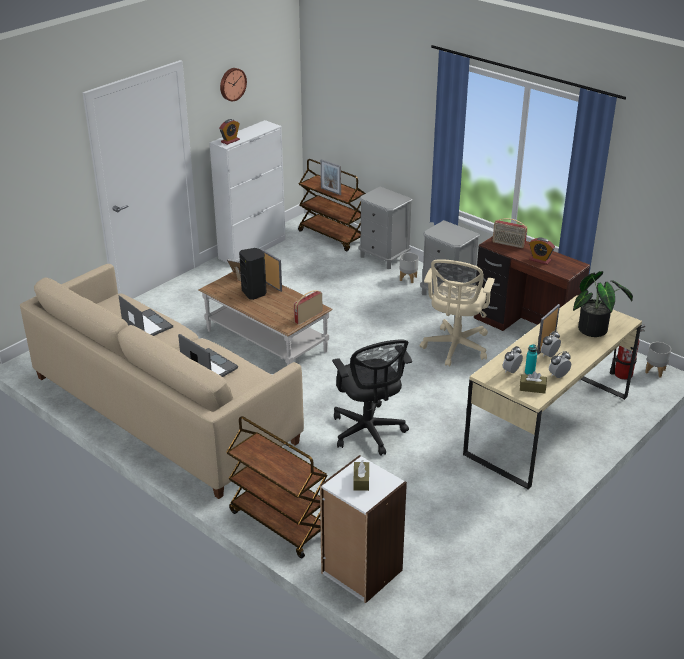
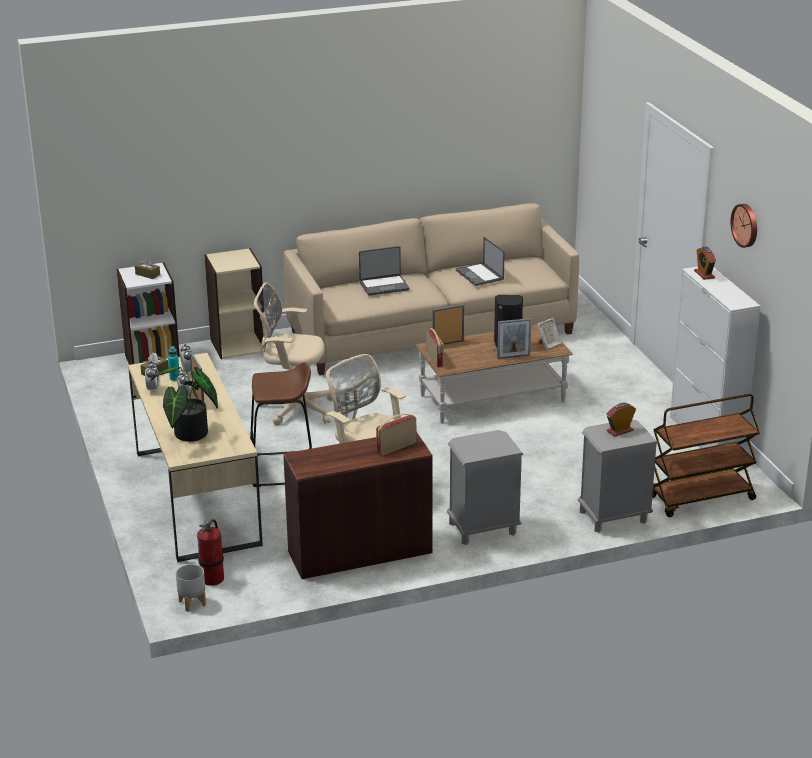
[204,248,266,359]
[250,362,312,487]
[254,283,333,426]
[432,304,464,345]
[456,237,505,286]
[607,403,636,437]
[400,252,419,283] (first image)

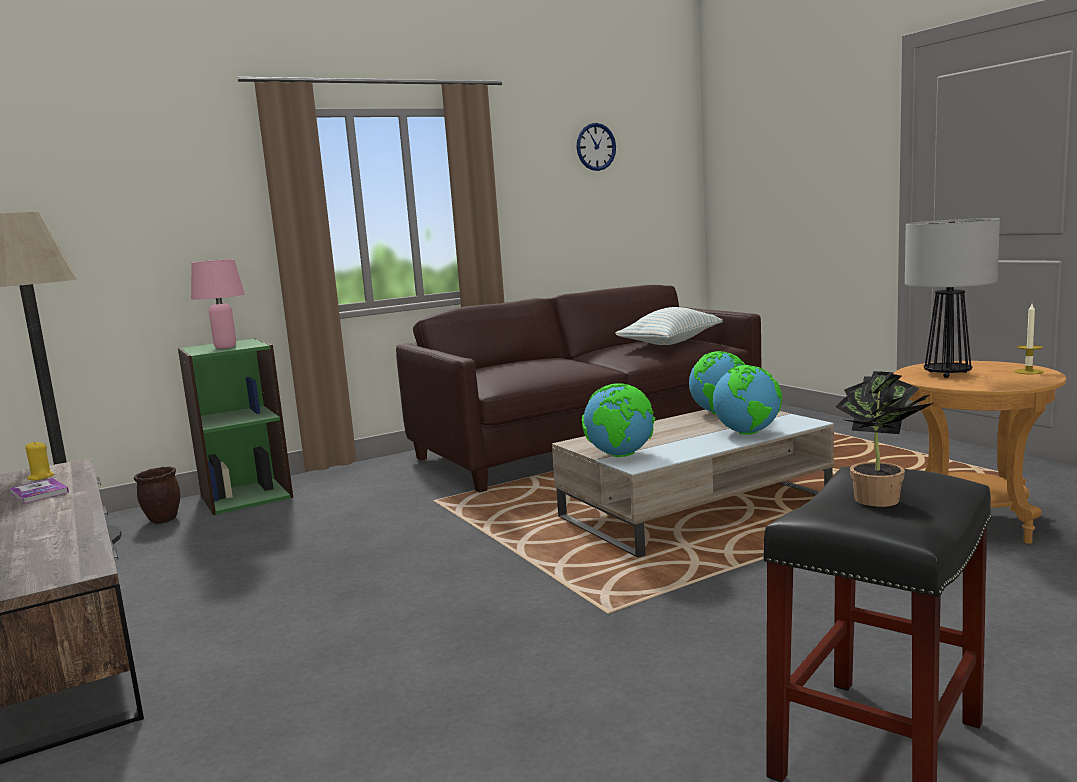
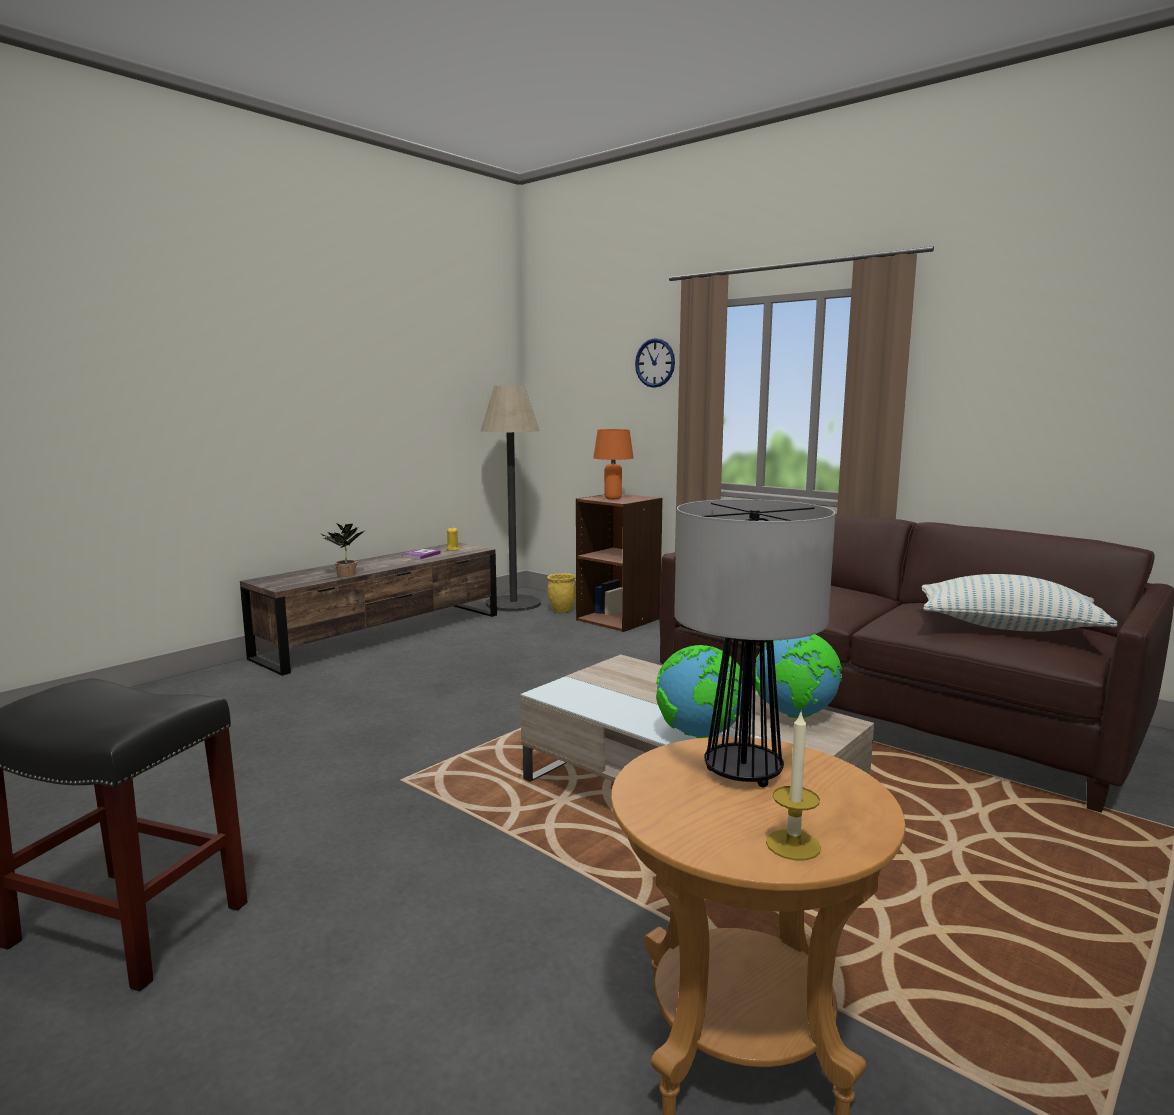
[320,523,364,577]
[547,573,576,613]
[576,494,663,632]
[593,429,634,500]
[635,338,675,388]
[582,383,655,457] (first image)

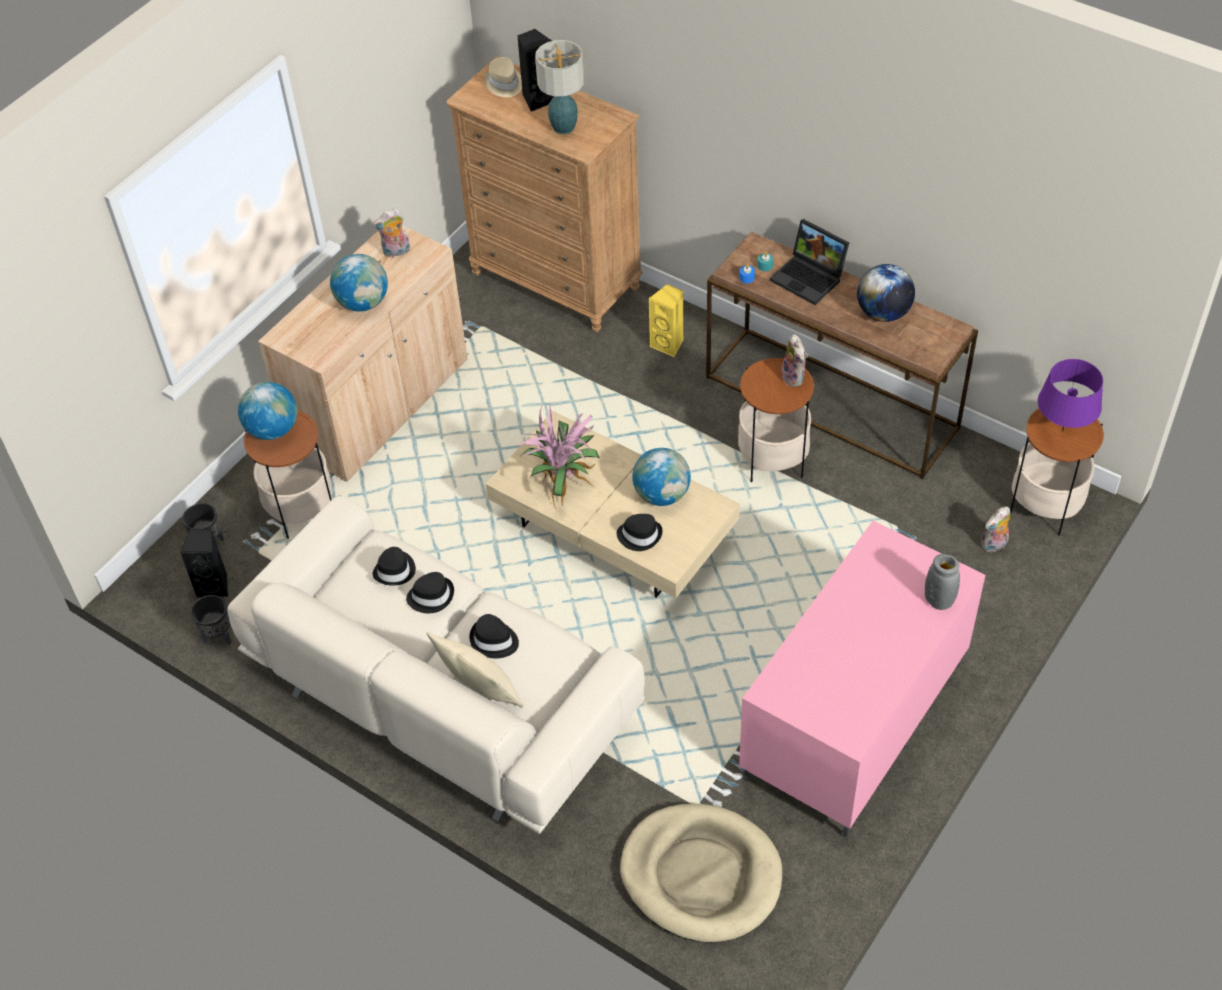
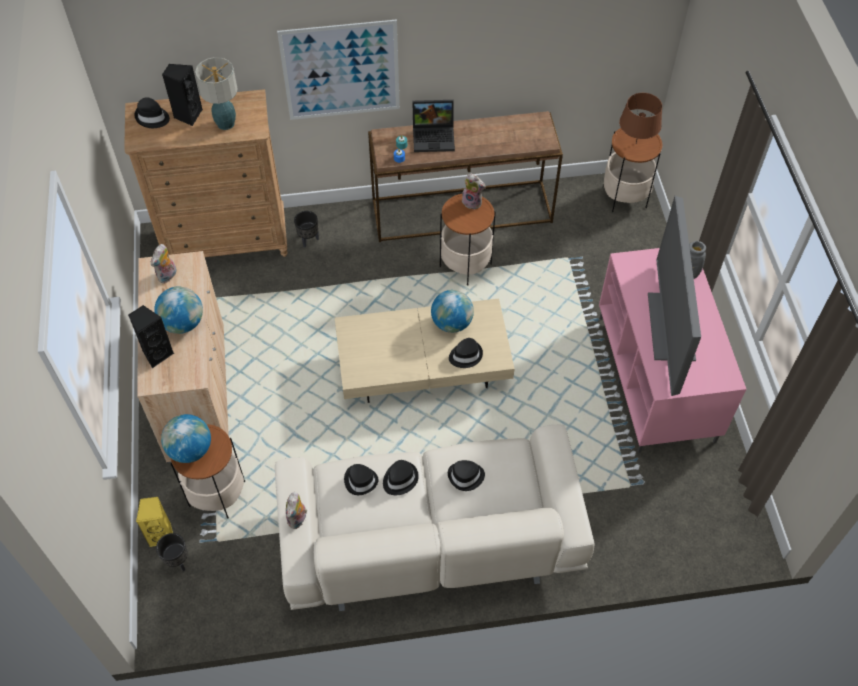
[128,305,174,368]
[135,97,170,128]
[136,497,173,547]
[277,19,400,120]
[286,492,307,529]
[294,211,319,248]
[619,93,662,143]
[648,195,701,396]
[427,632,524,707] (first image)
[517,403,600,512] (first image)
[620,804,782,943] (first image)
[857,264,915,322] (first image)

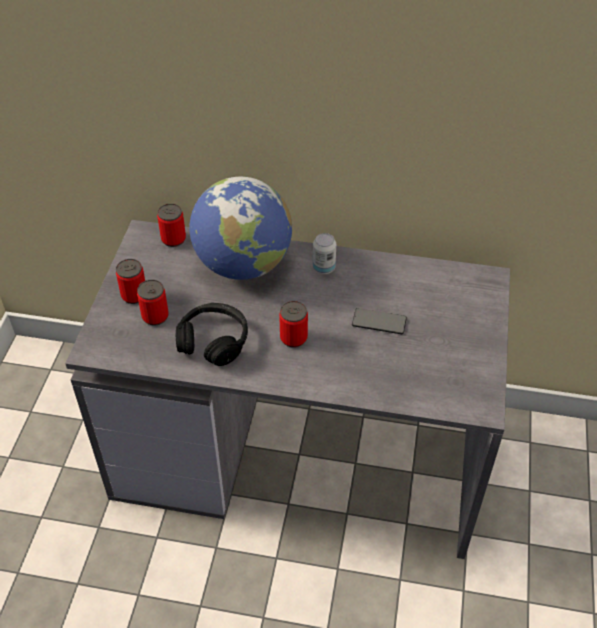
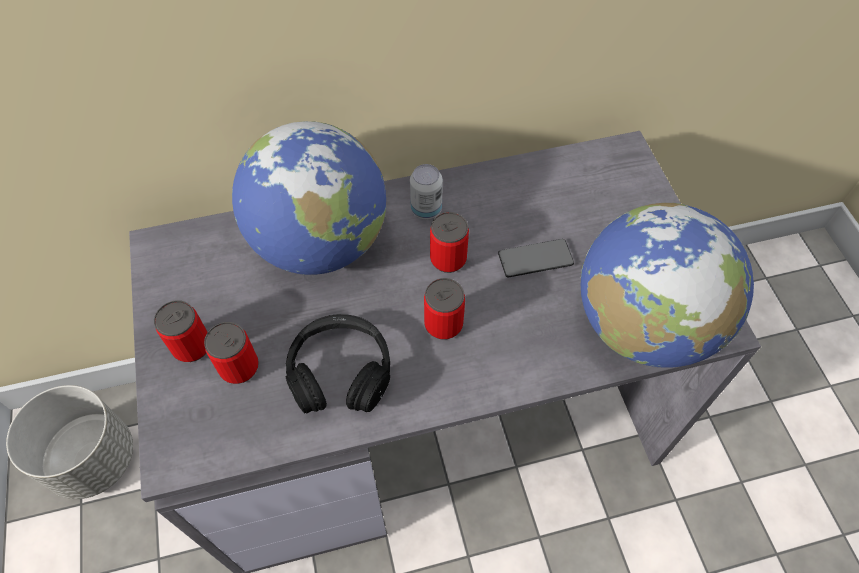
[6,385,133,499]
[430,212,469,273]
[581,203,754,368]

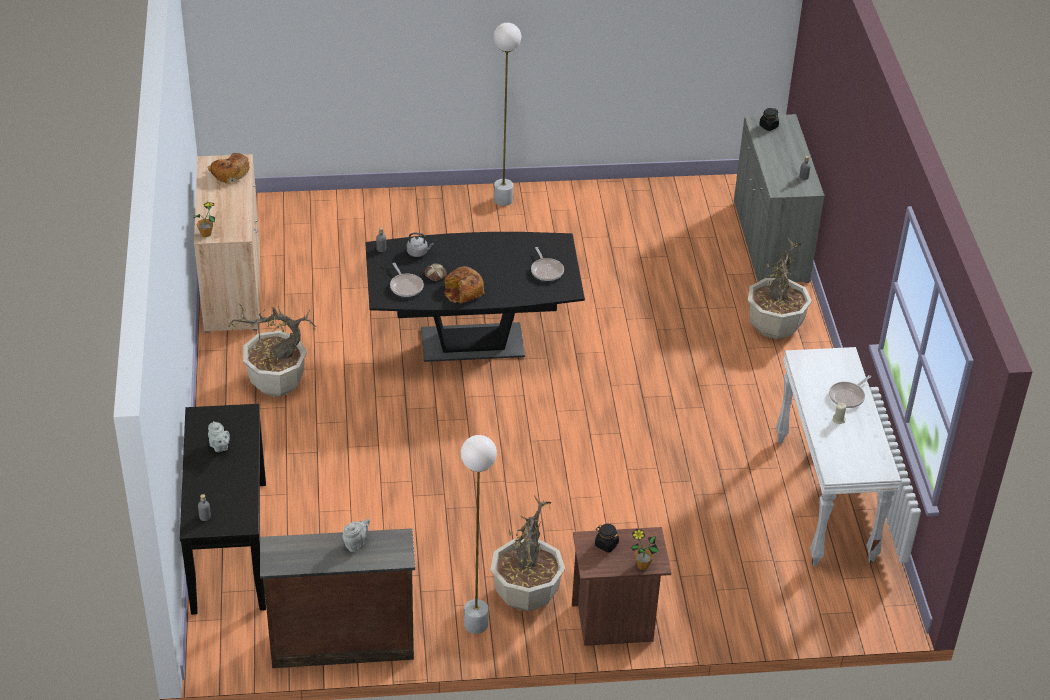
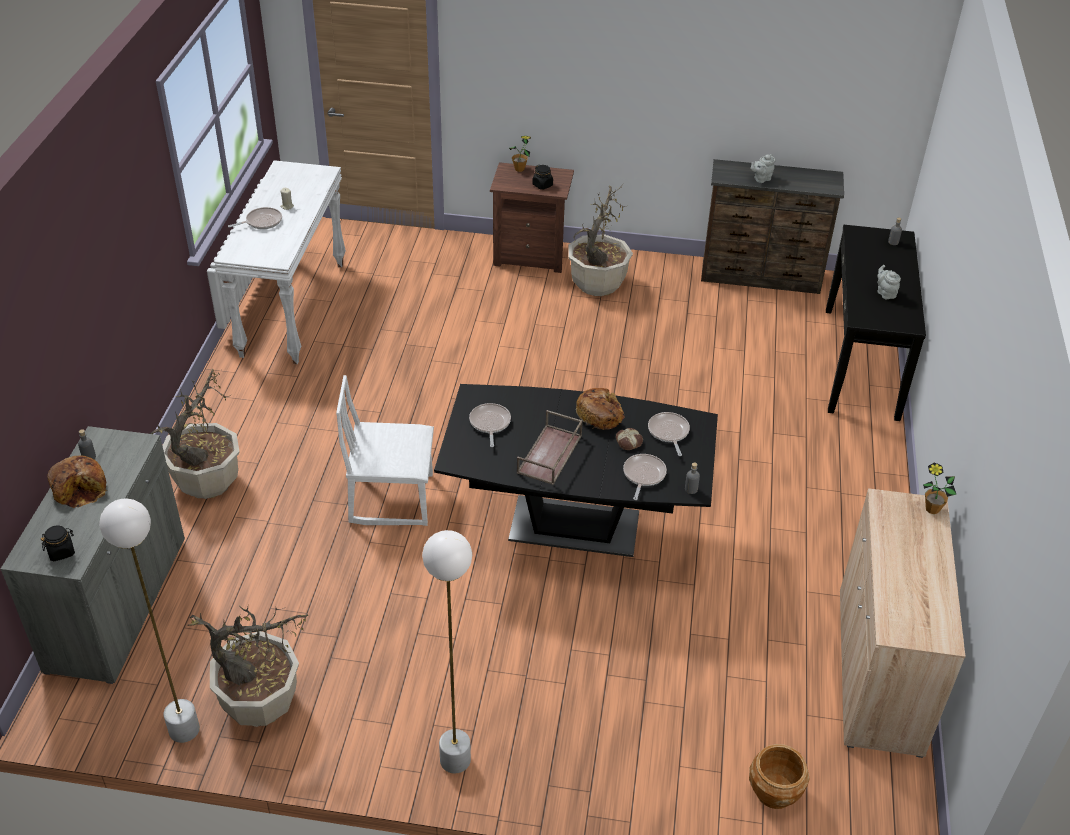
[47,455,107,508]
[99,498,200,743]
[187,603,308,727]
[336,375,434,526]
[517,410,583,485]
[623,454,667,500]
[749,744,809,809]

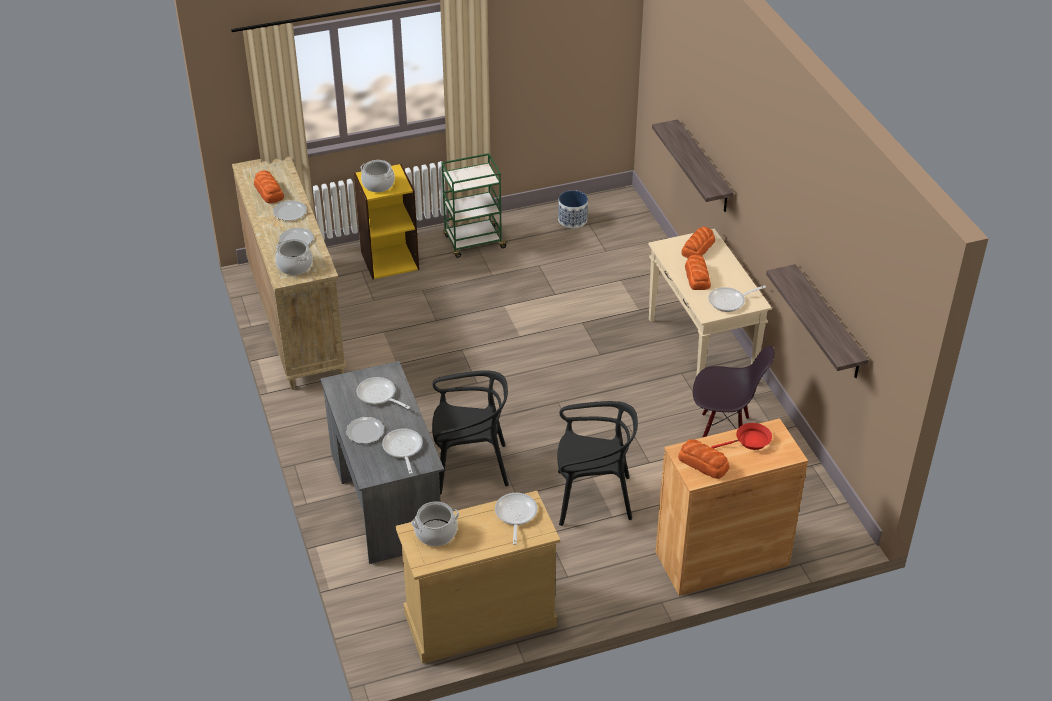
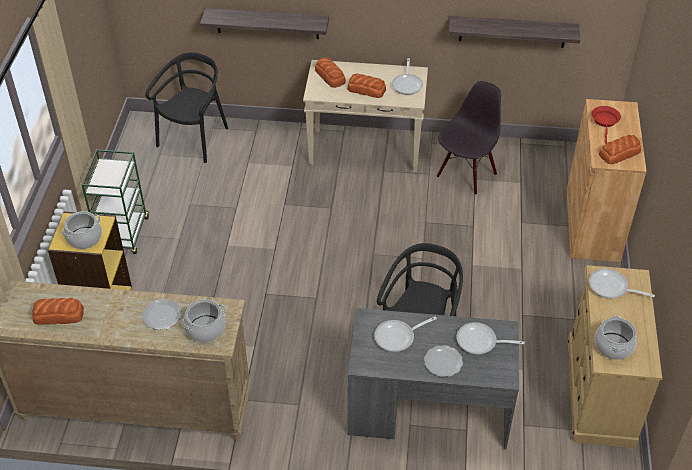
[145,52,228,163]
[273,200,307,221] (first image)
[558,190,588,228] (first image)

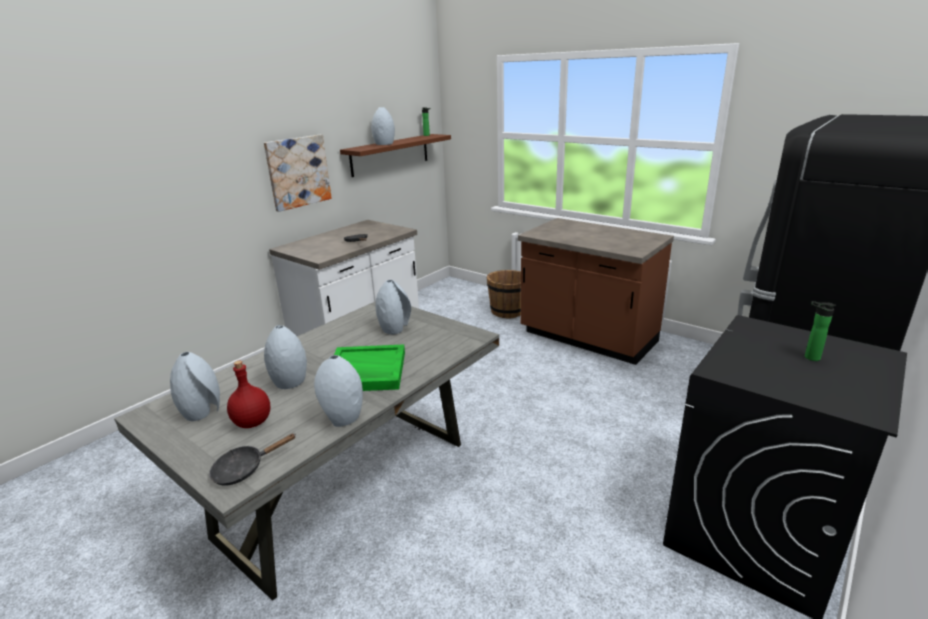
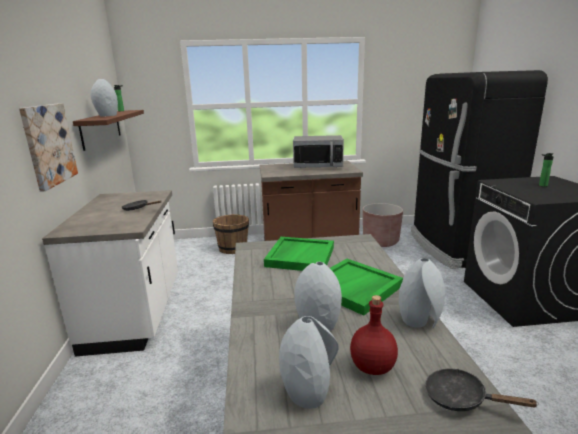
[264,237,334,271]
[293,135,344,168]
[363,203,403,247]
[425,369,539,411]

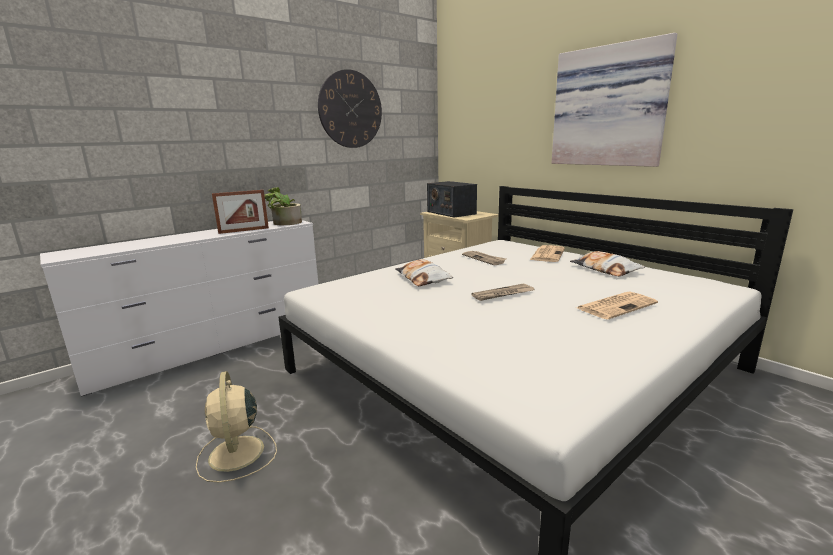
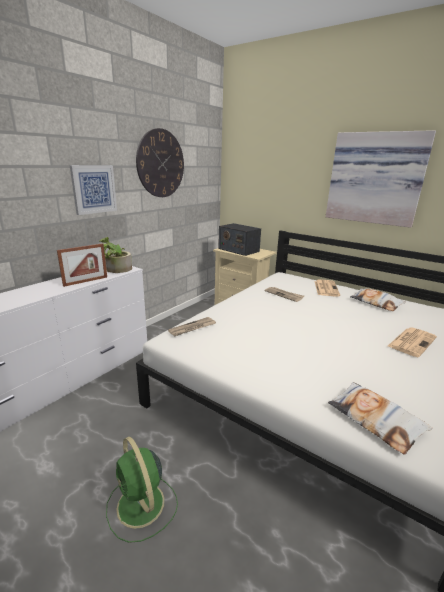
[70,165,117,215]
[106,436,178,543]
[168,317,216,336]
[328,382,432,455]

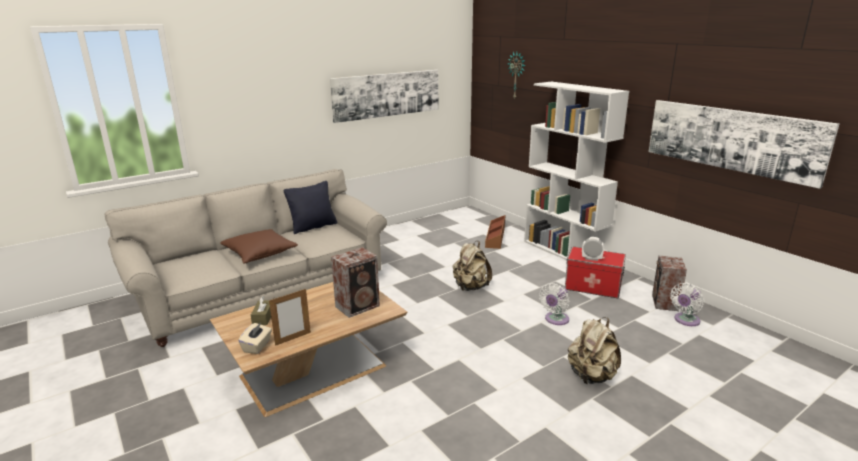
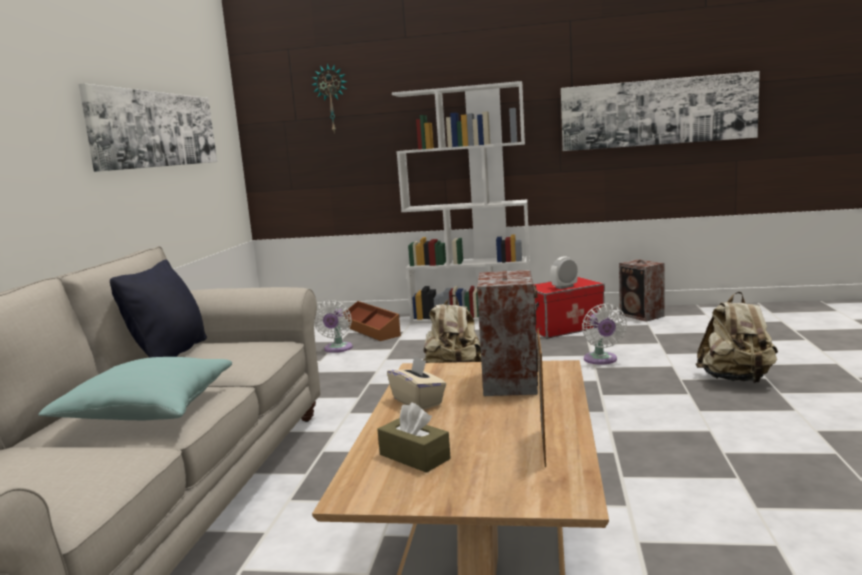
[38,357,232,420]
[314,300,353,353]
[387,355,446,410]

